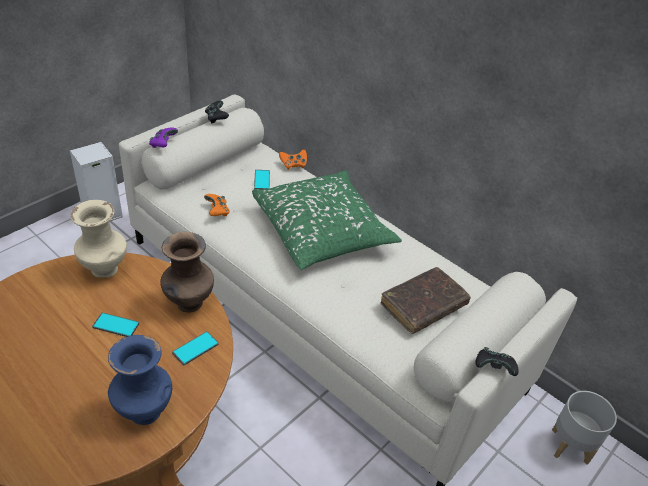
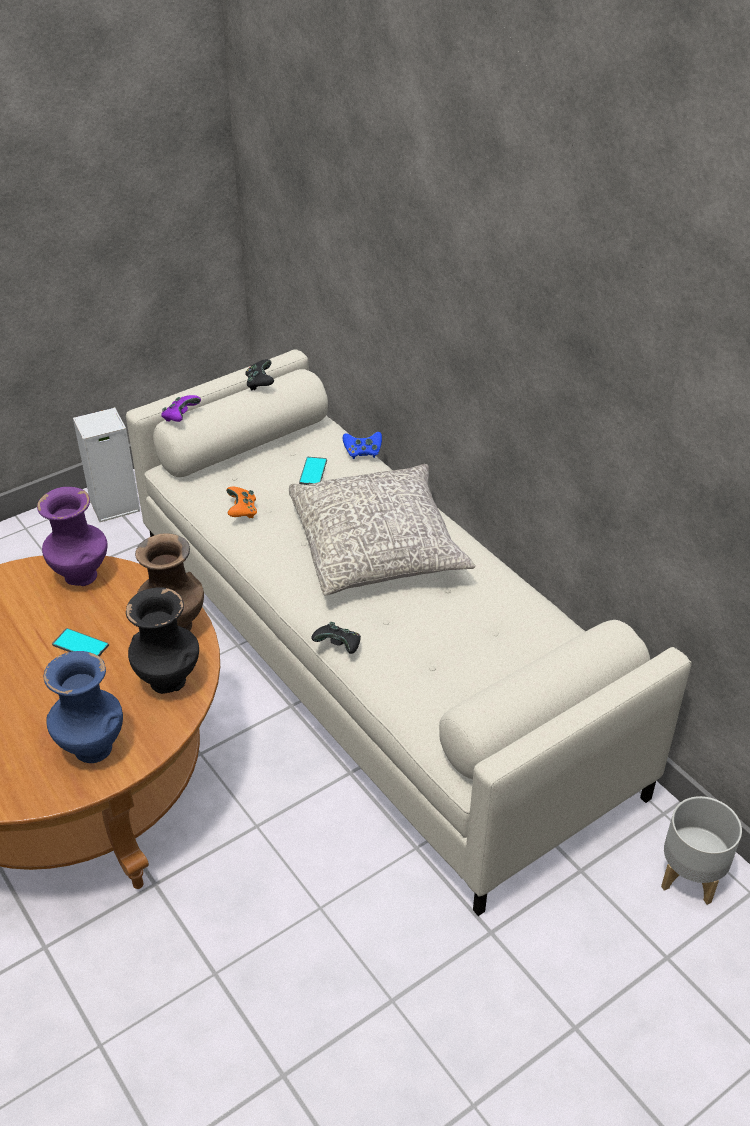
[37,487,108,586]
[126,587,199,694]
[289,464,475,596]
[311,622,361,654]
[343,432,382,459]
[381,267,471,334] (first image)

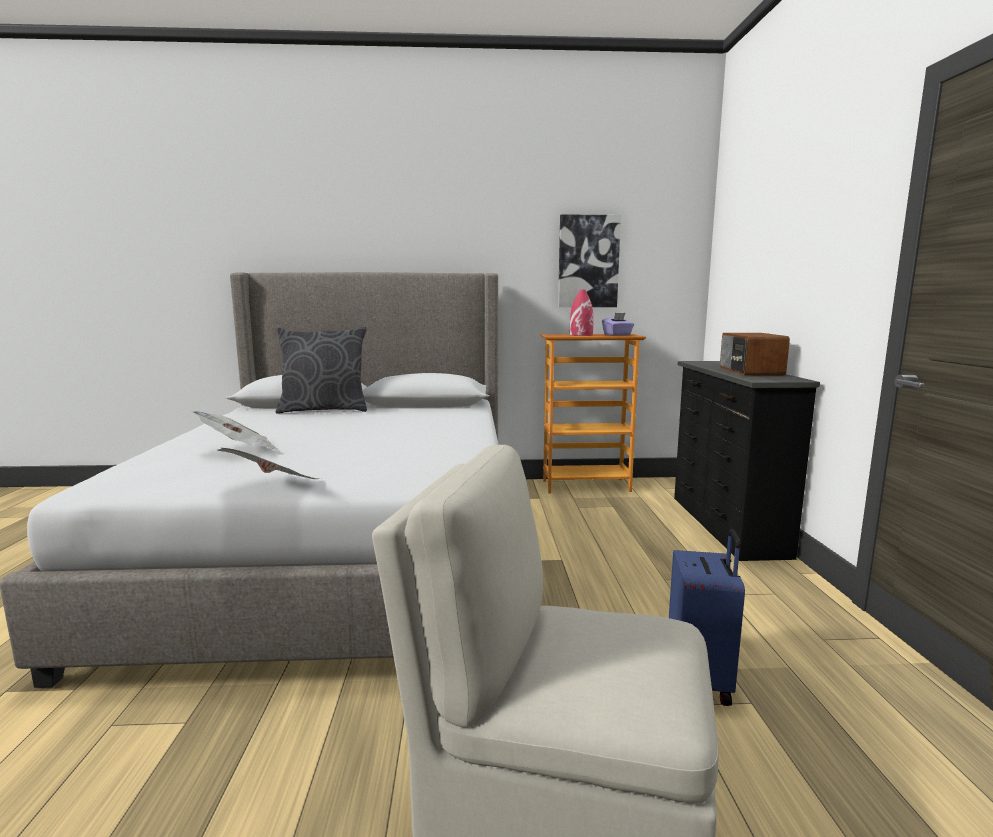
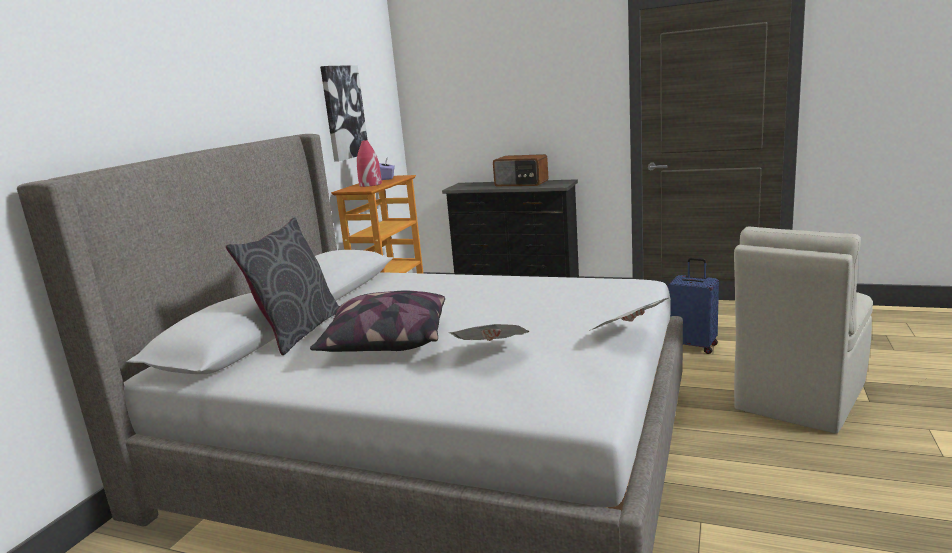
[310,290,445,352]

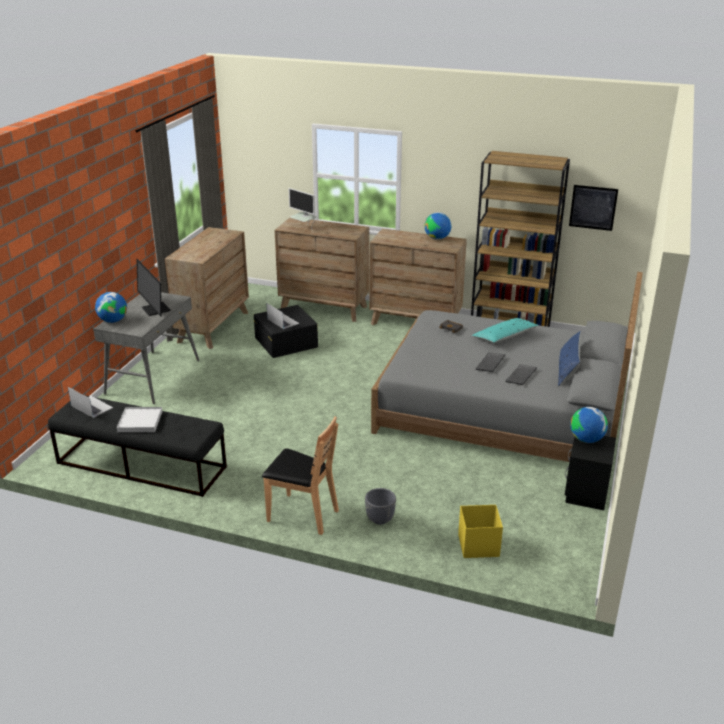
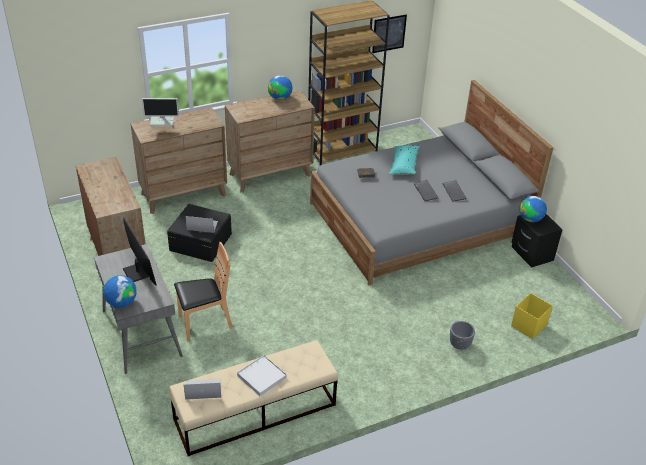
[123,217,157,286]
[169,340,338,456]
[174,242,233,342]
[558,331,581,386] (first image)

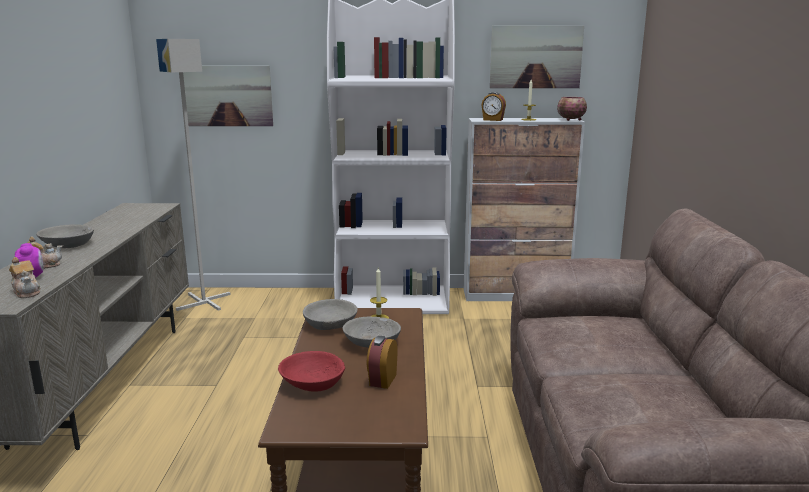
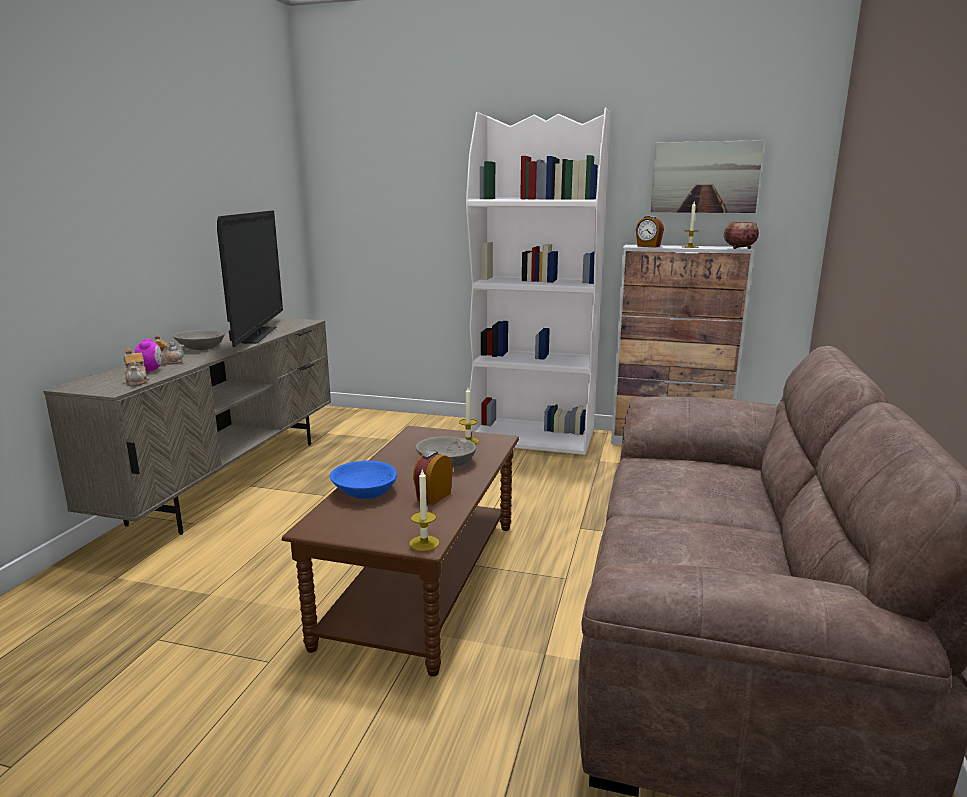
[217,210,283,347]
[330,461,397,499]
[409,470,439,551]
[156,39,231,311] (first image)
[183,66,273,126] (first image)
[303,299,358,330] (first image)

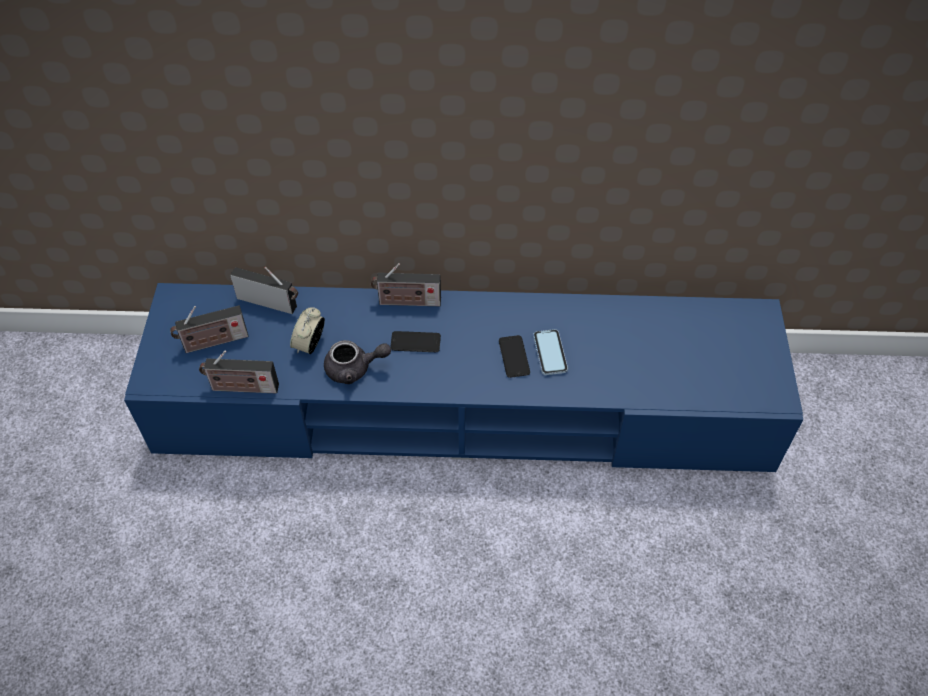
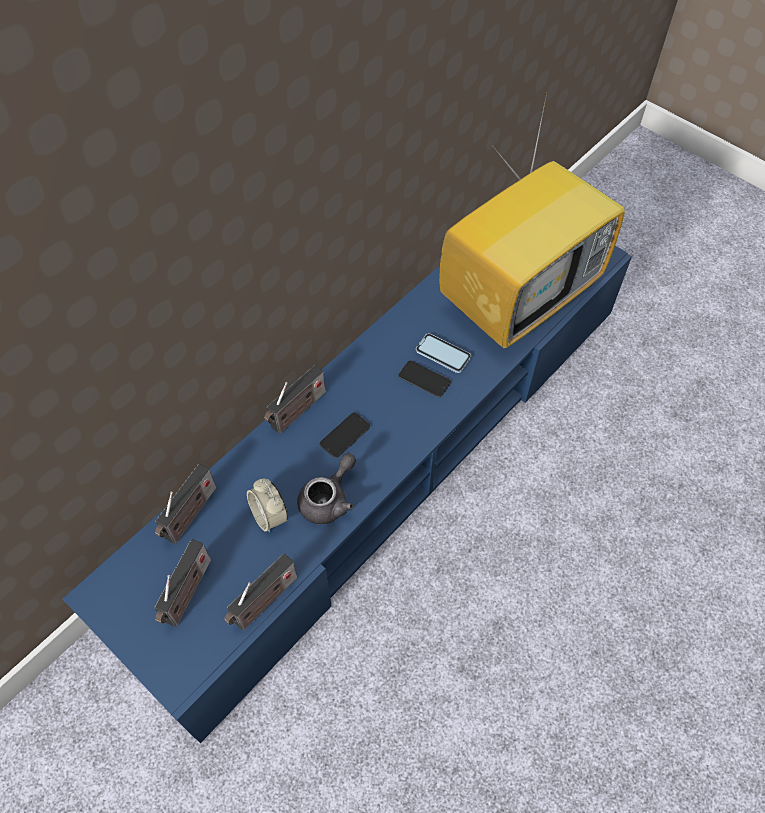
[155,464,216,544]
[439,94,625,348]

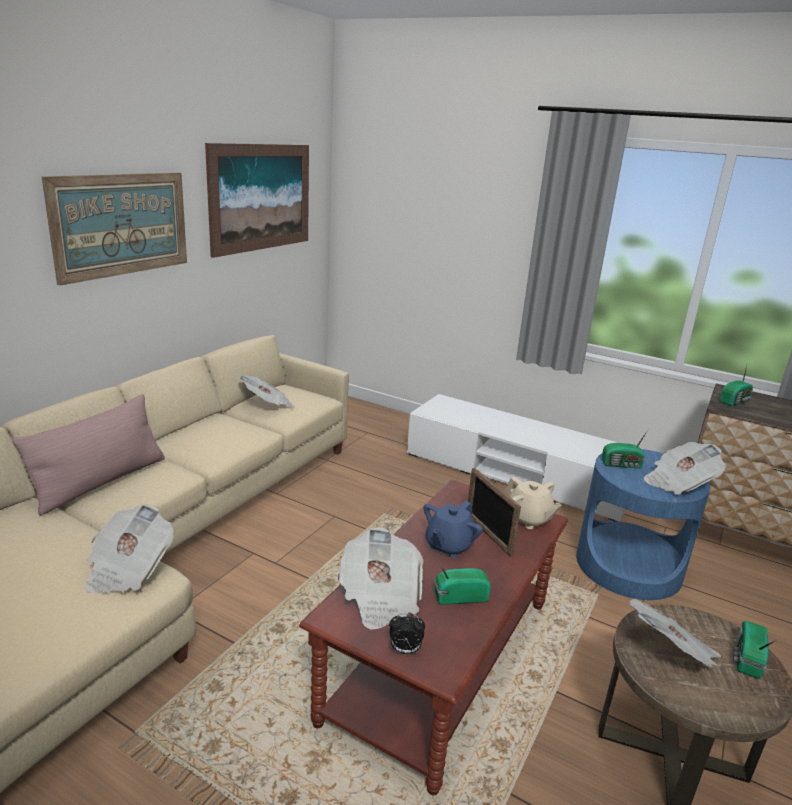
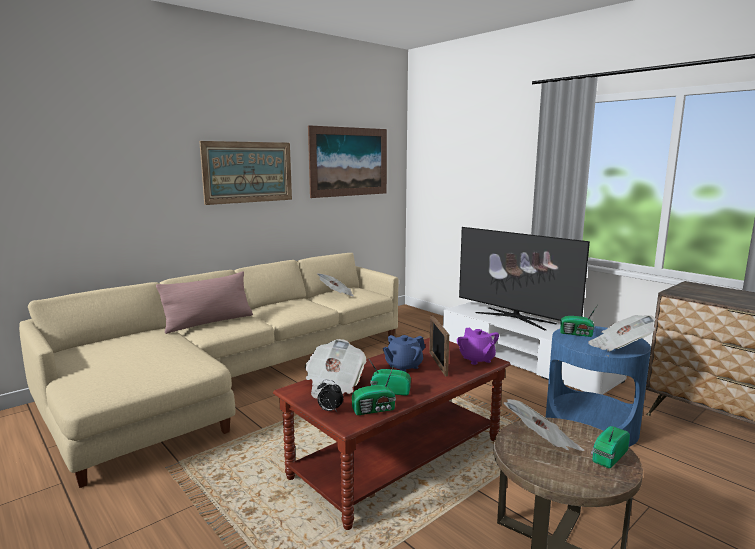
[352,365,396,415]
[457,328,499,365]
[459,227,590,330]
[85,504,174,594] (first image)

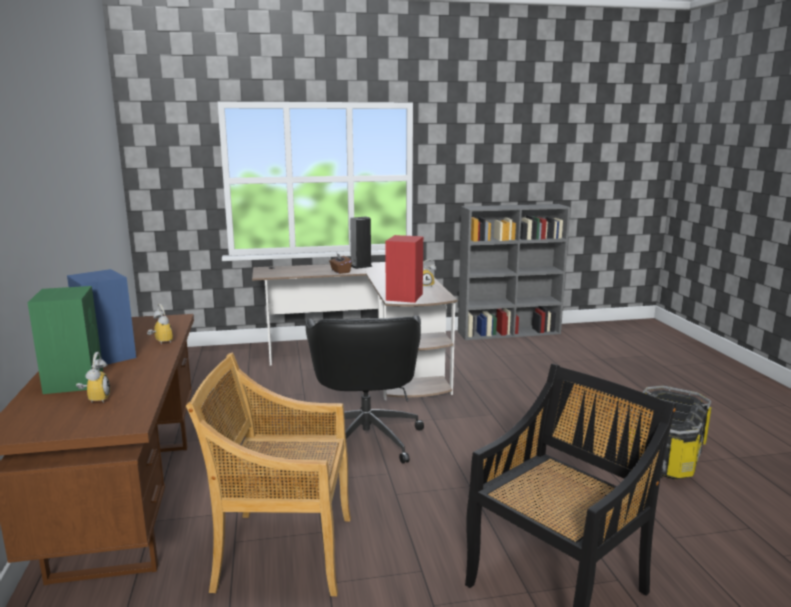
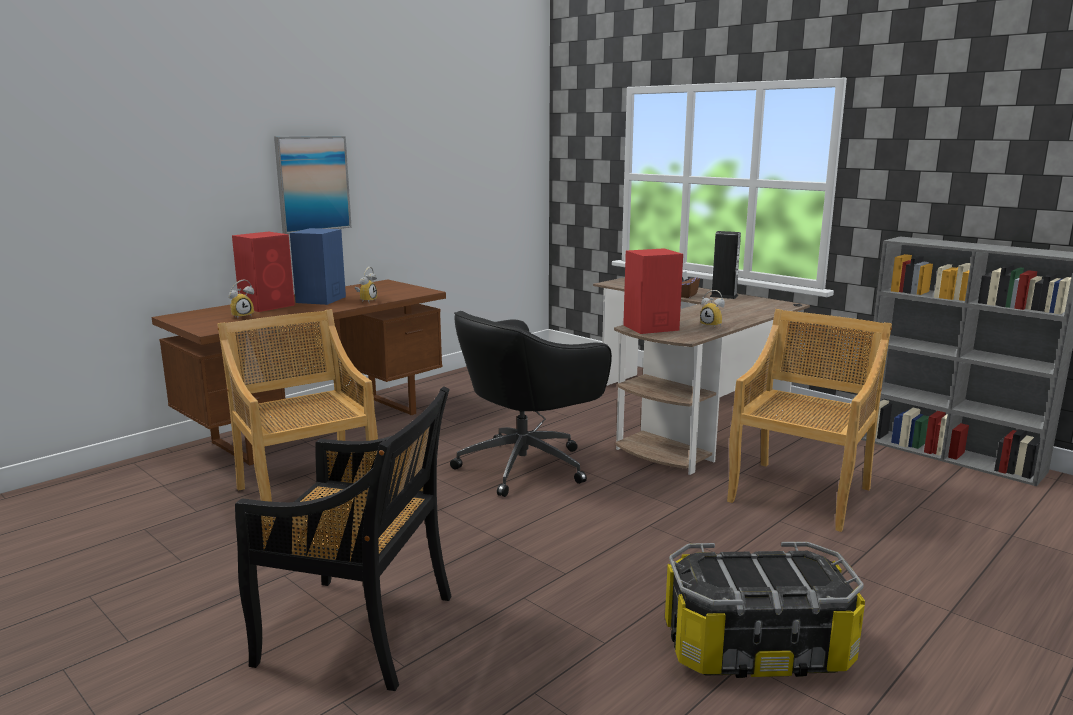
[232,231,295,312]
[274,136,352,234]
[727,309,892,532]

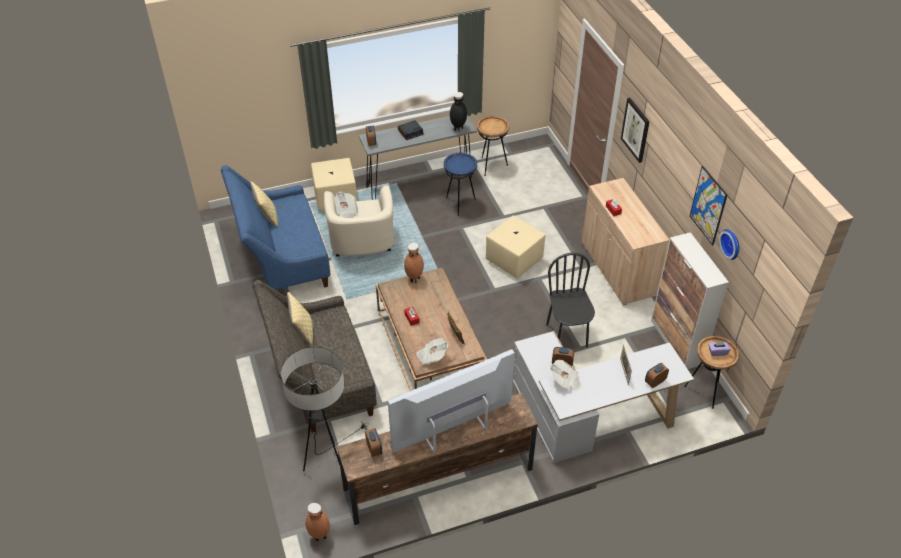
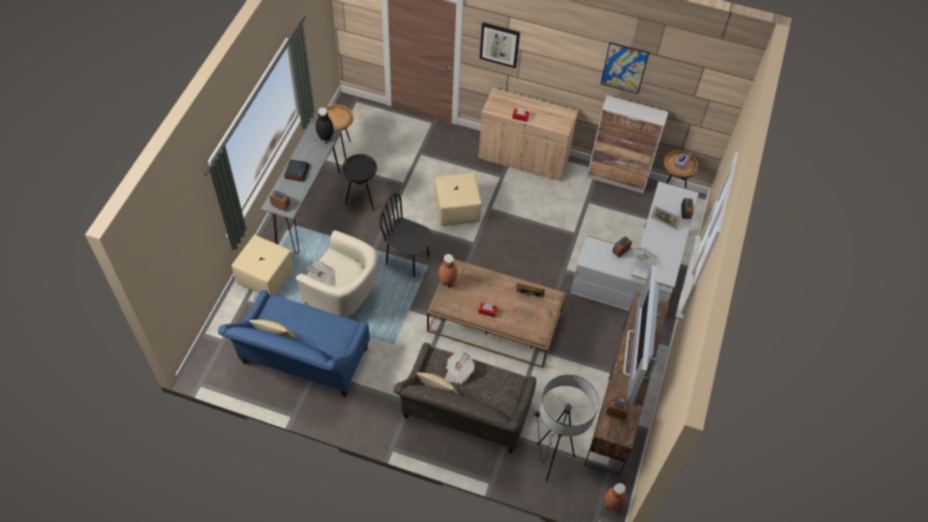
[342,154,377,211]
[379,193,432,277]
[445,352,475,384]
[719,229,739,260] (first image)

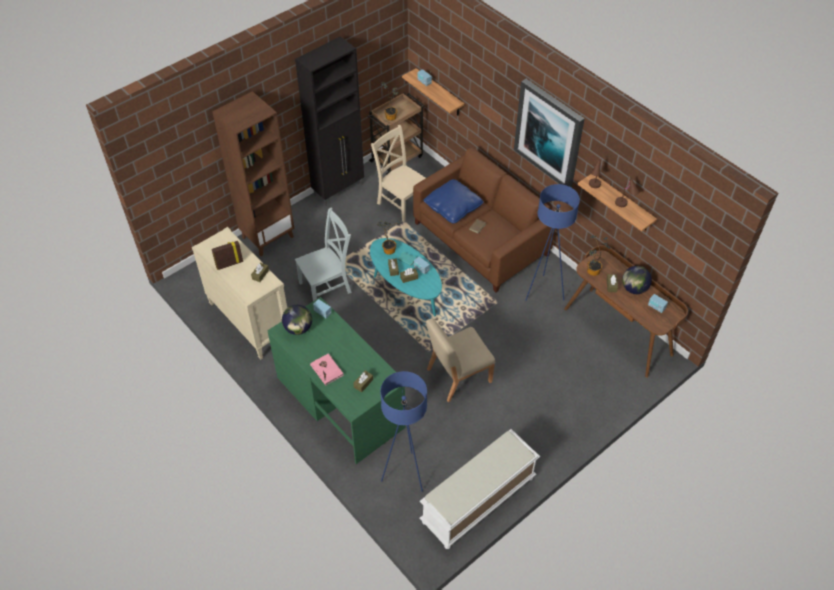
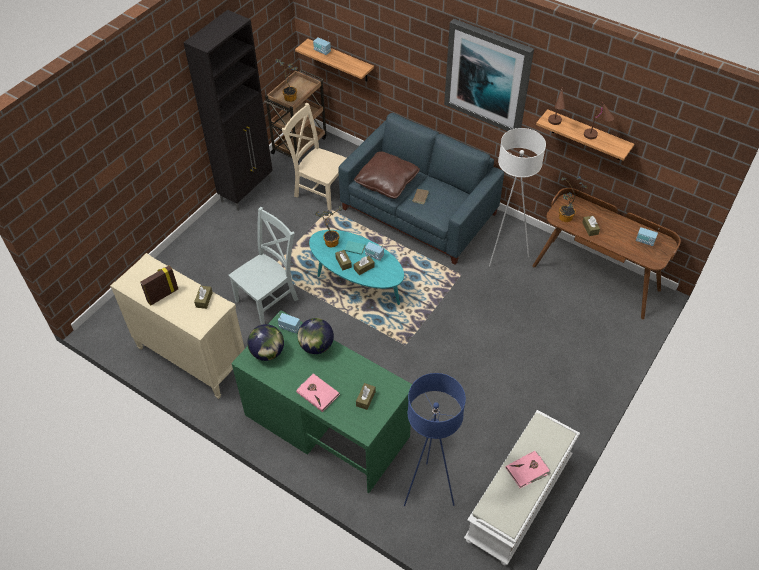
[297,318,334,354]
[338,113,504,265]
[354,151,420,199]
[489,128,546,267]
[506,451,551,488]
[212,91,294,256] (first image)
[426,318,495,402] (first image)

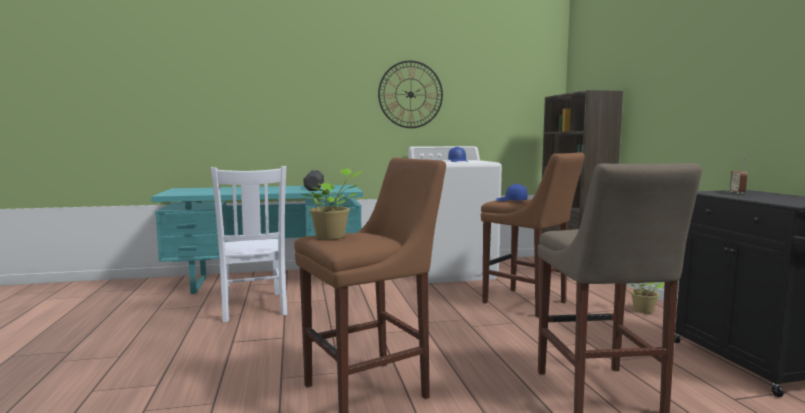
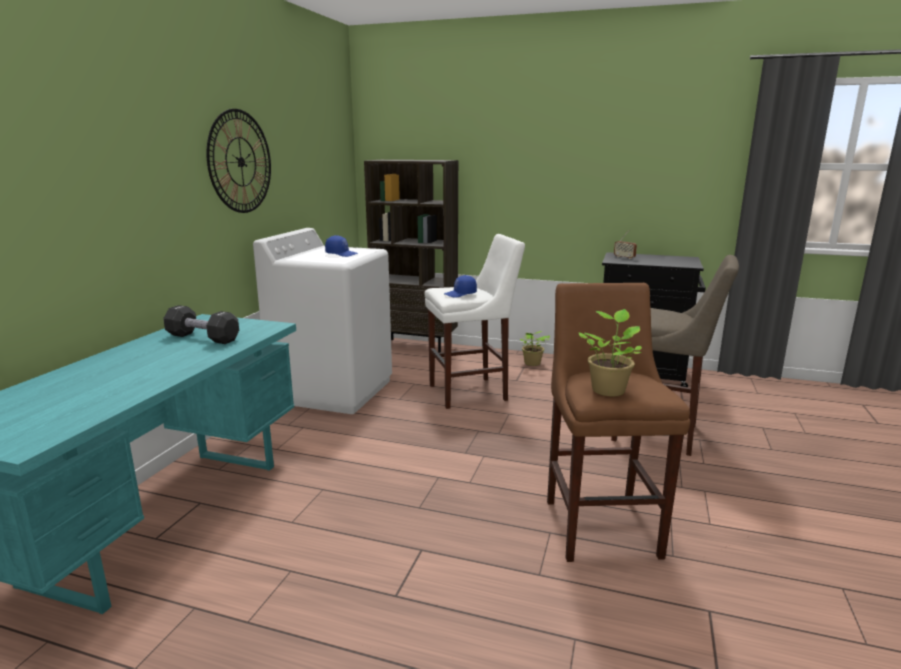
[425,234,525,409]
[211,166,287,322] (first image)

